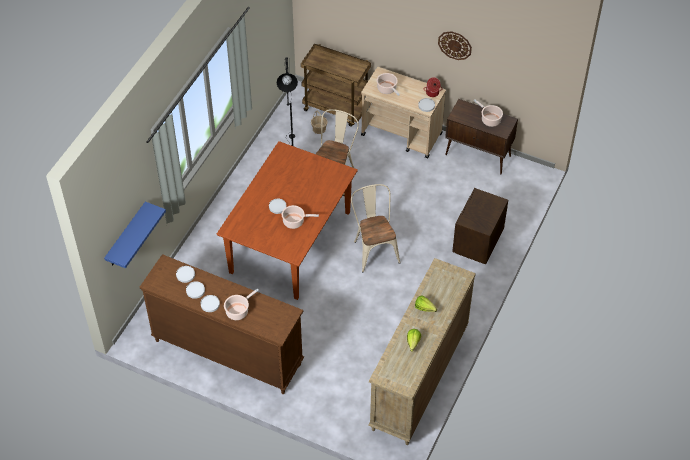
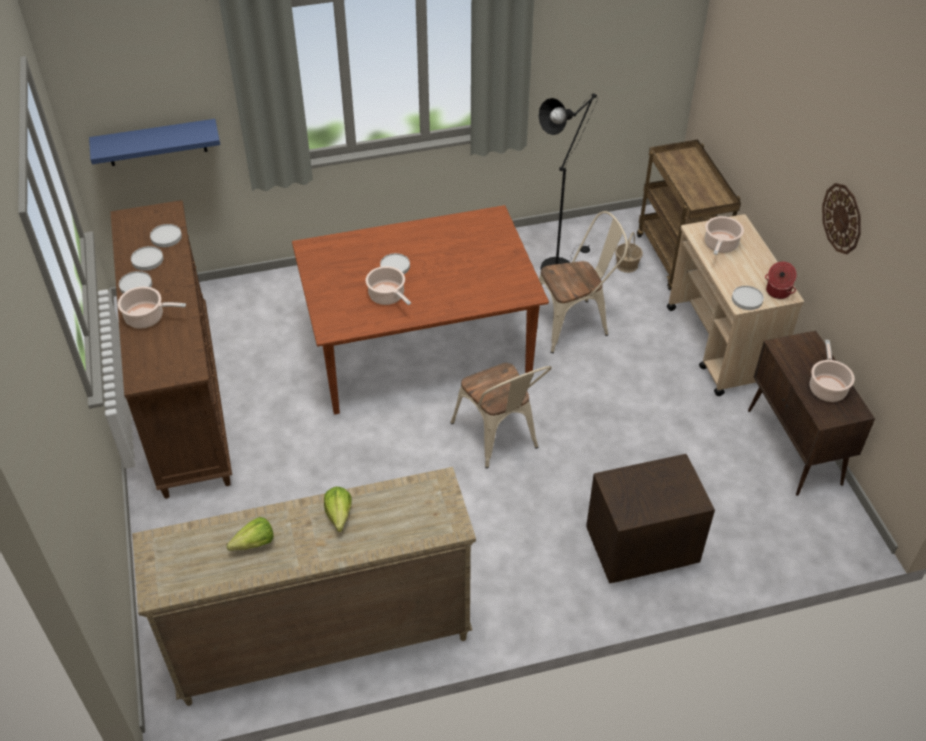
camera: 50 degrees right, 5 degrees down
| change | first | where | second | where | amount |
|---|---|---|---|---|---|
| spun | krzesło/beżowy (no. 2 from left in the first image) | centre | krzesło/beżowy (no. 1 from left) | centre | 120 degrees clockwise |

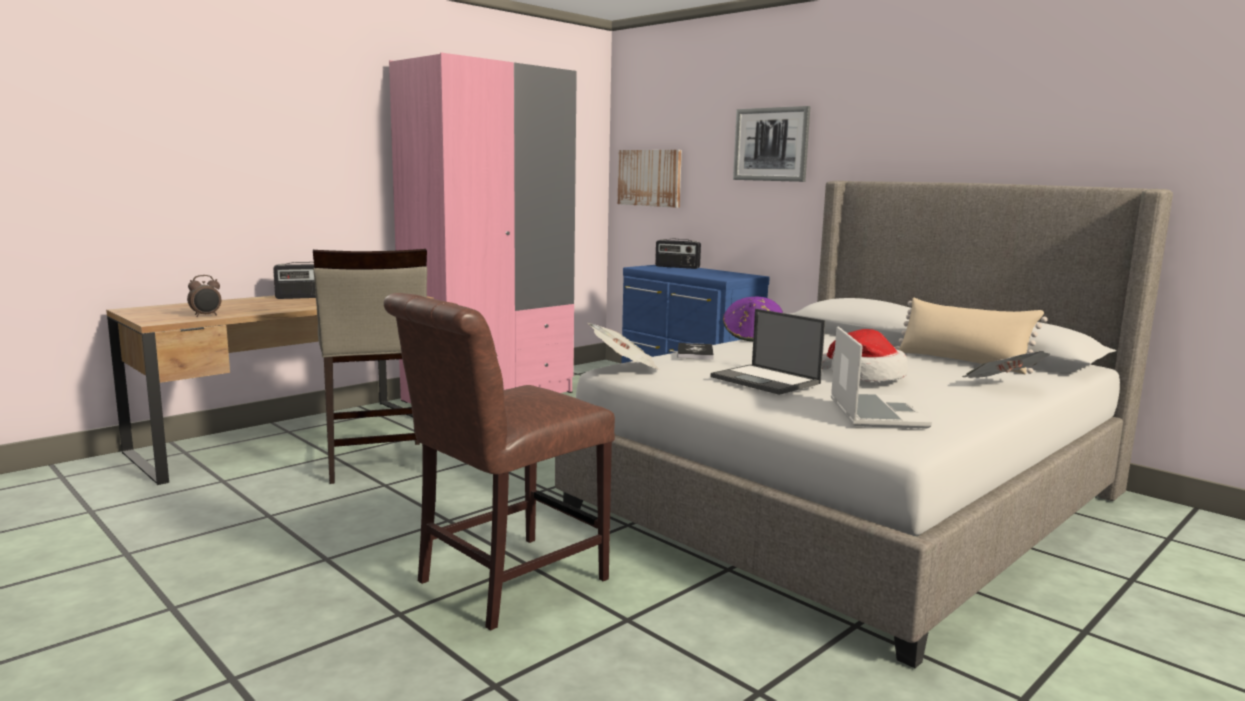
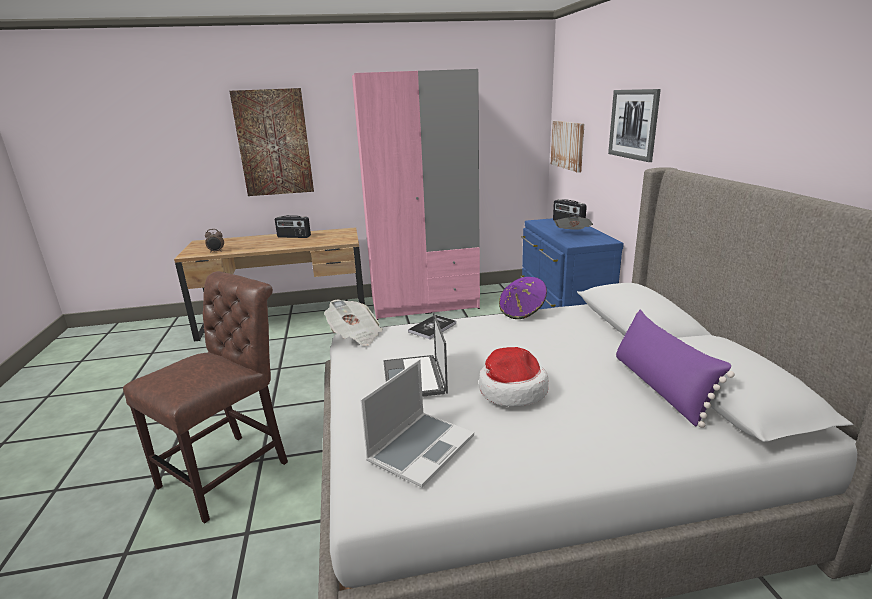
camera: 35 degrees right, 10 degrees up
| change | first | where | second | where | amount |
|---|---|---|---|---|---|
| missing | stołek/beżowy | middle left |  |  |  |
| spun | krzesło/brązowy | centre |  | middle left | 135 degrees clockwise |
| colour | poduszka/beżowy | middle right | poduszka/fioletowy | middle right |  |
| relocated | gazeta (no. 2 from left) | middle right |  | centre |  |
| appeared |  |  | obraz (no. 1 from left) | top left |  |

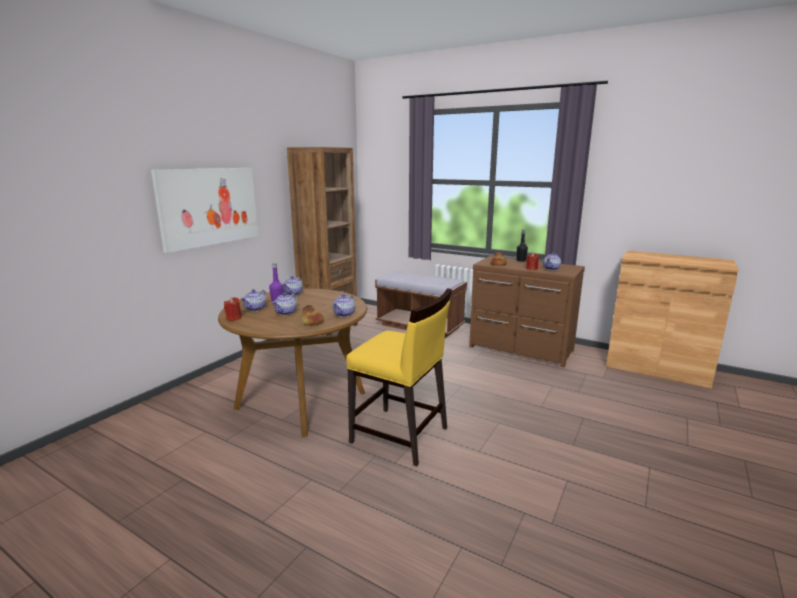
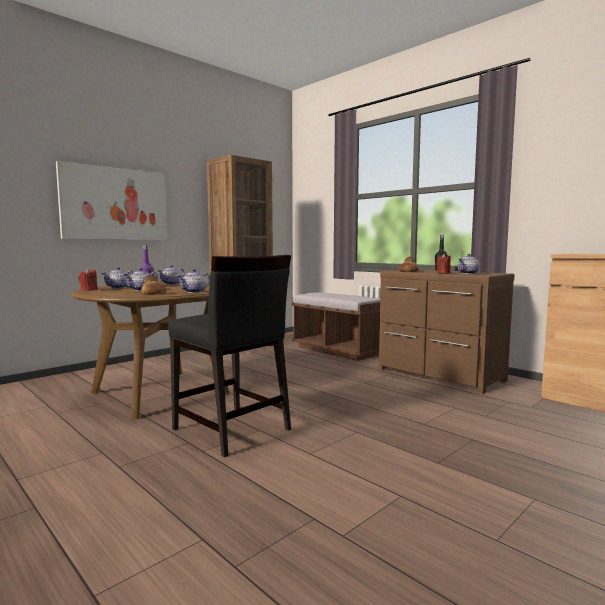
camera: 15 degrees right, 10 degrees down
| change | first | where | second | where | amount |
|---|---|---|---|---|---|
| colour | krzesło/żółty | centre | krzesło/czarny | centre |  |

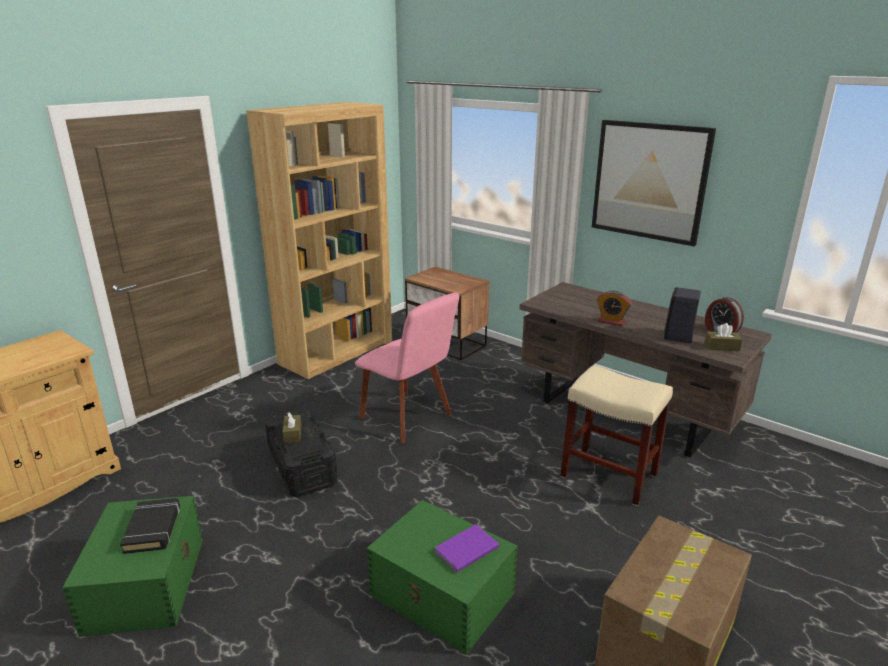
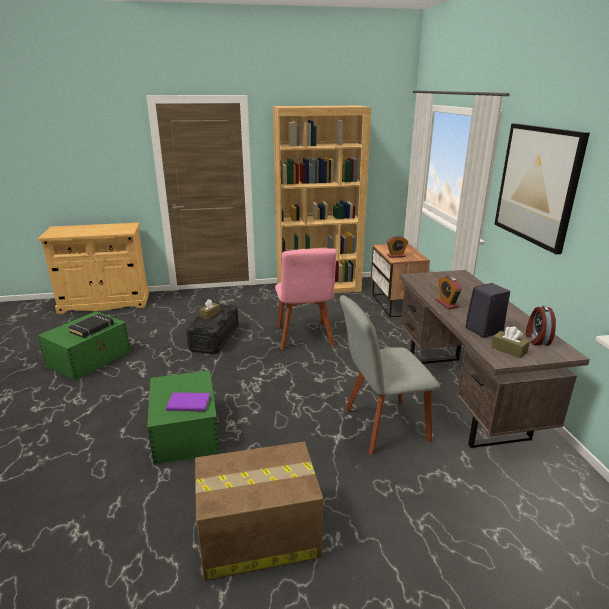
camera: 40 degrees right, 0 degrees up
| change | first | where | second | where | amount |
|---|---|---|---|---|---|
| exchanged | stołek/beżowy | middle right | krzesło/szary | centre |  |
| appeared |  |  | budzik (no. 1 from left) | centre |  |

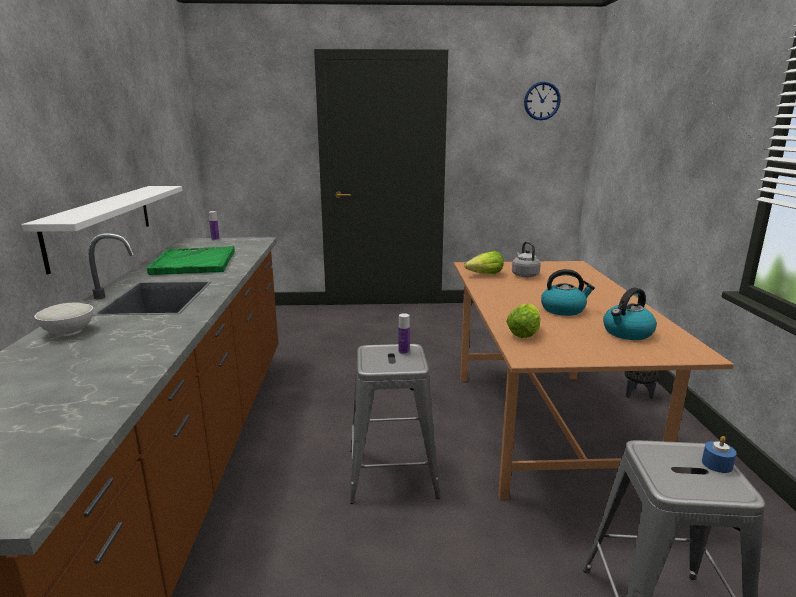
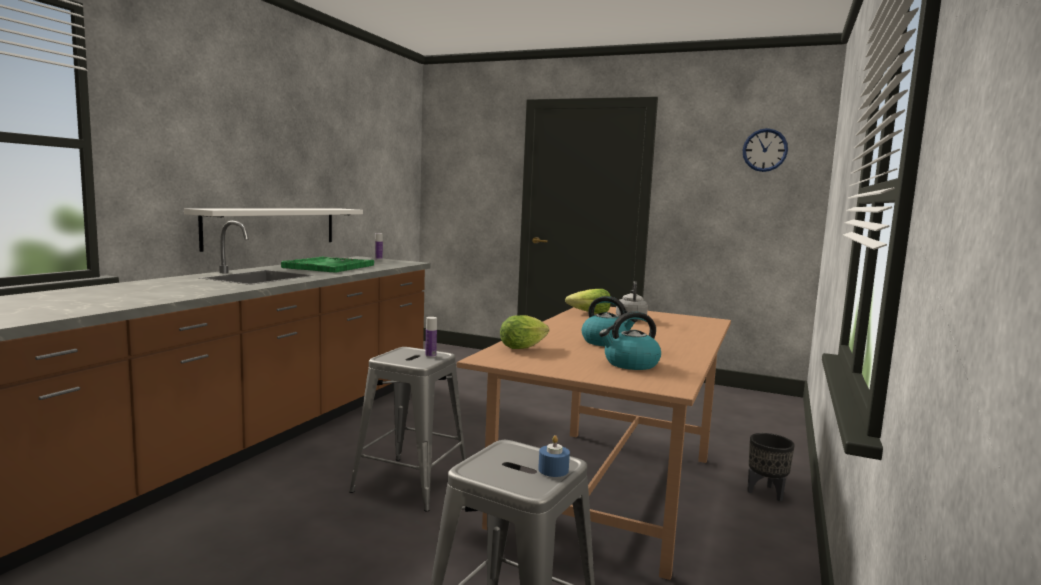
camera: 25 degrees right, 10 degrees down
| change | first | where | second | where | amount |
|---|---|---|---|---|---|
| missing | miska/biały | middle left |  |  |  |

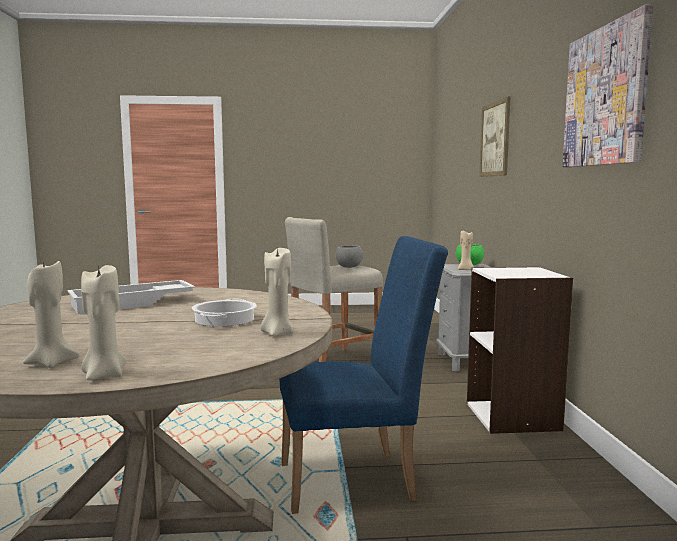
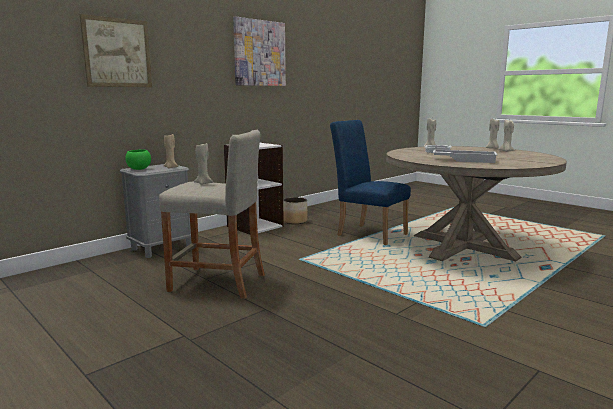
camera: 130 degrees left, 5 degrees up
| change | first | where | second | where | amount |
|---|---|---|---|---|---|
| exchanged | miska/szary | centre | świeca/beżowy (no. 2 from left) | middle left |  |
| appeared |  |  | donica | centre |  |

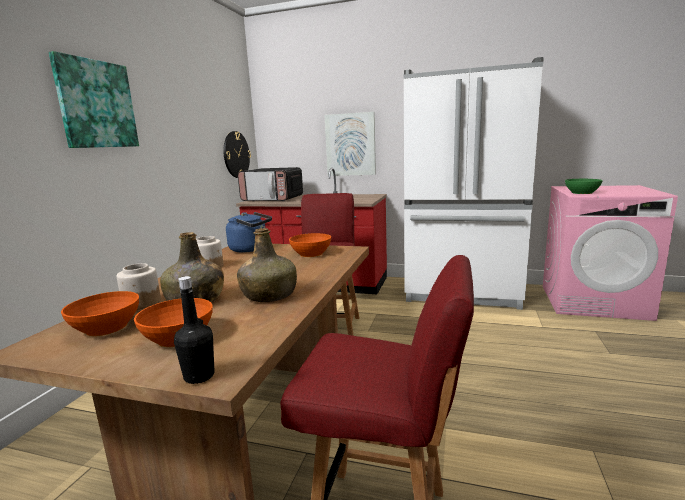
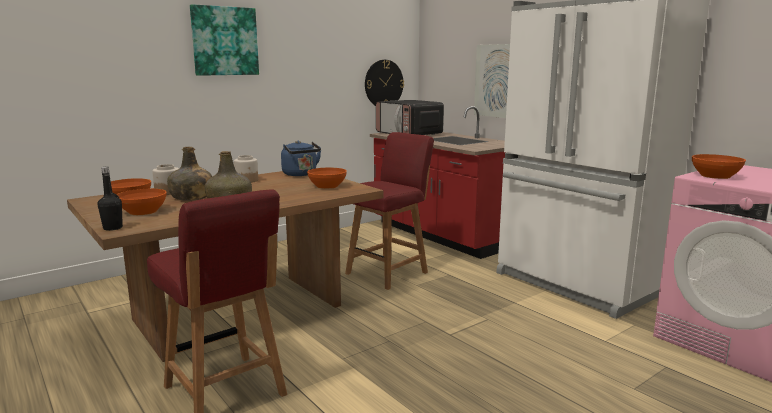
camera: 35 degrees right, 0 degrees up
| change | first | where | second | where | amount |
|---|---|---|---|---|---|
| colour | miska/zielony | middle right | miska/pomarańczowy (no. 4 from left) | middle right |  |

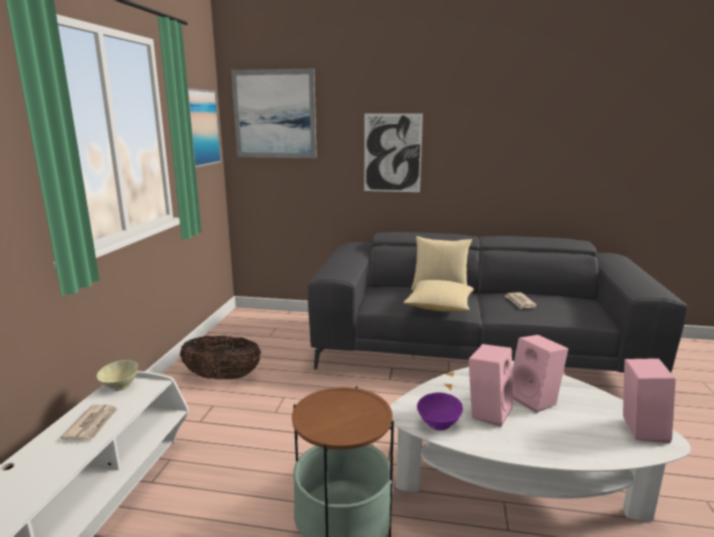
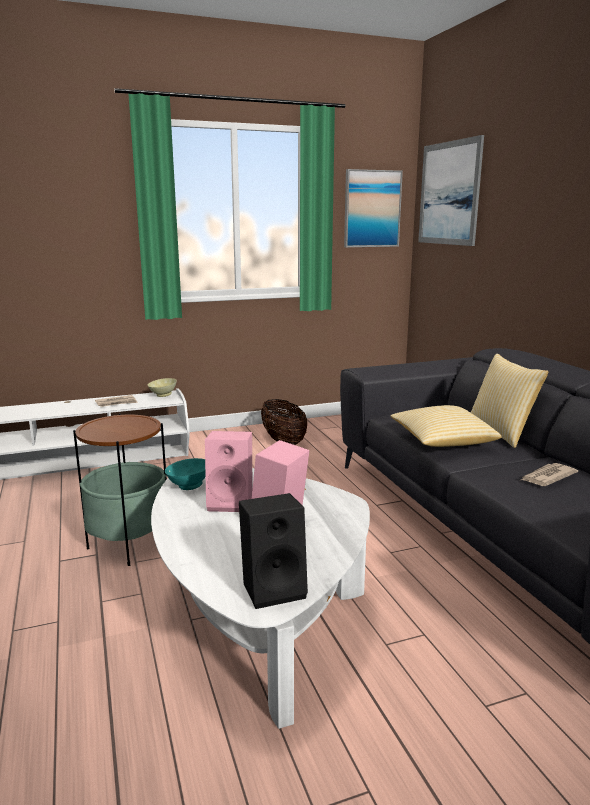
camera: 60 degrees right, 0 degrees up
| change | first | where | second | where | amount |
|---|---|---|---|---|---|
| missing | obraz (no. 3 from left) | top centre |  |  |  |
| colour | miska/fioletowy | bottom centre | miska/turkusowy | middle left |  |
| colour | głośnik/różowy (no. 3 from left) | bottom right | głośnik/czarny | bottom centre |  |

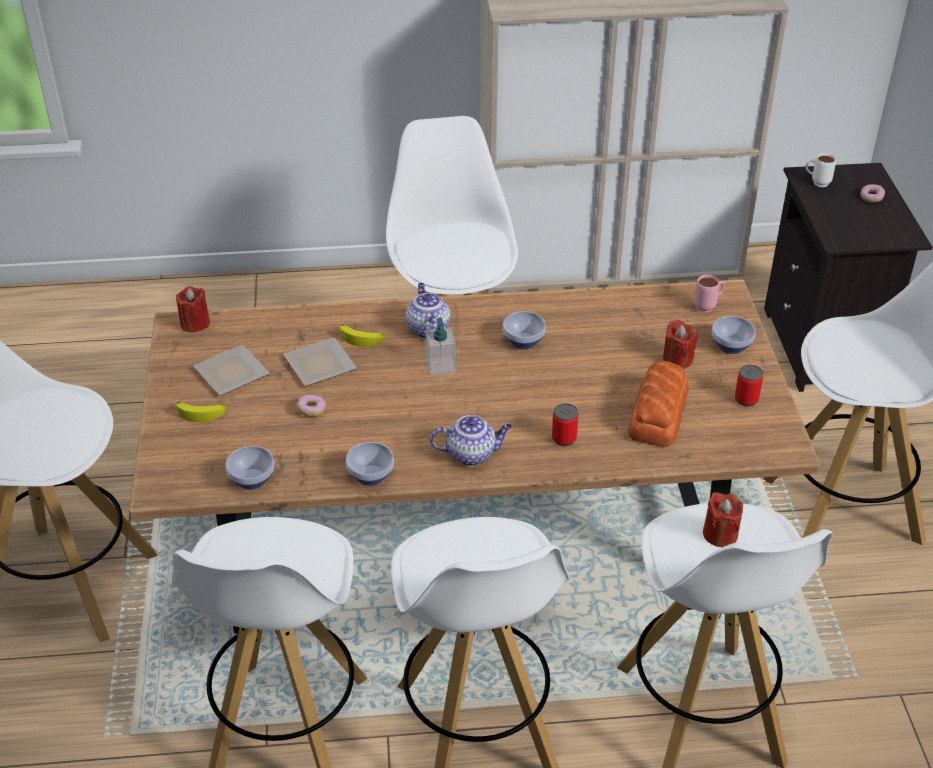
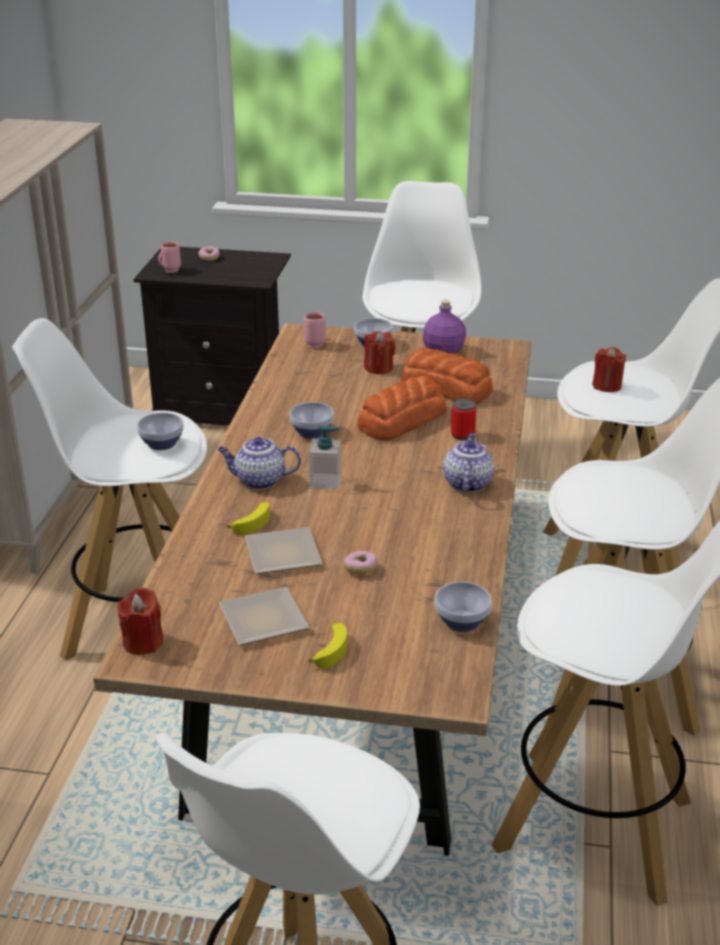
camera: 75 degrees left, 10 degrees down
| change | first | where | second | where | amount |
|---|---|---|---|---|---|
| relocated | miska (no. 2 from left in the first image) | centre | miska (no. 1 from left) | middle left |  |
| exchanged | puszka (no. 2 from left) | middle right | butelka/fioletowy | centre |  |
| colour | kubek/biały | top right | kubek/różowy (no. 1 from left) | top left |  |
| appeared |  |  | chleb (no. 1 from left) | centre |  |

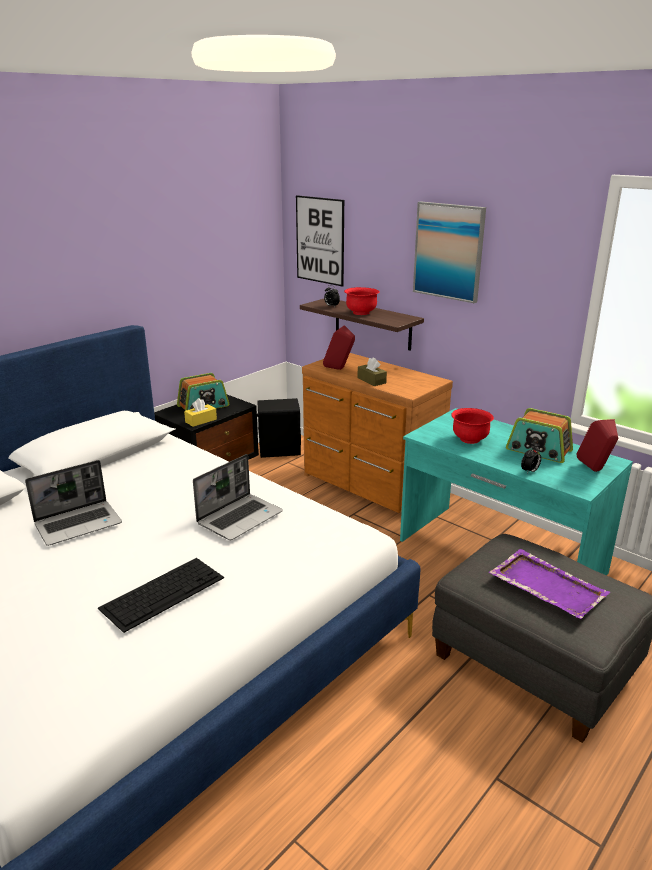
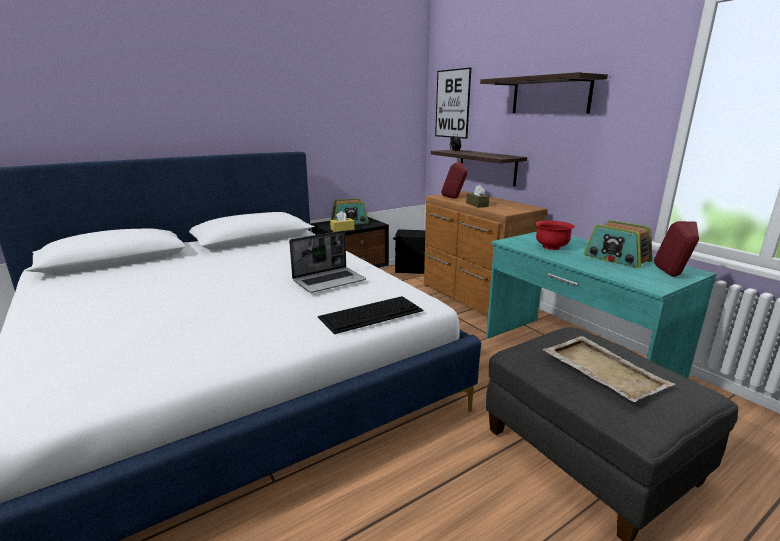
camera: 15 degrees right, 5 degrees down
| change | first | where | second | where | amount |
|---|---|---|---|---|---|
| missing | laptop (no. 1 from left) | middle left |  |  |  |
| relocated | klawiatura | bottom left |  | centre |  |
| missing | miska/czerwony (no. 1 from left) | centre |  |  |  |
| exchanged | obraz (no. 2 from left) | top right | półka (no. 2 from left) | top right |  |
| colour | taca/fioletowy | bottom right | taca/beżowy | bottom right |  |
| missing | budzik (no. 2 from left) | middle right |  |  |  |

